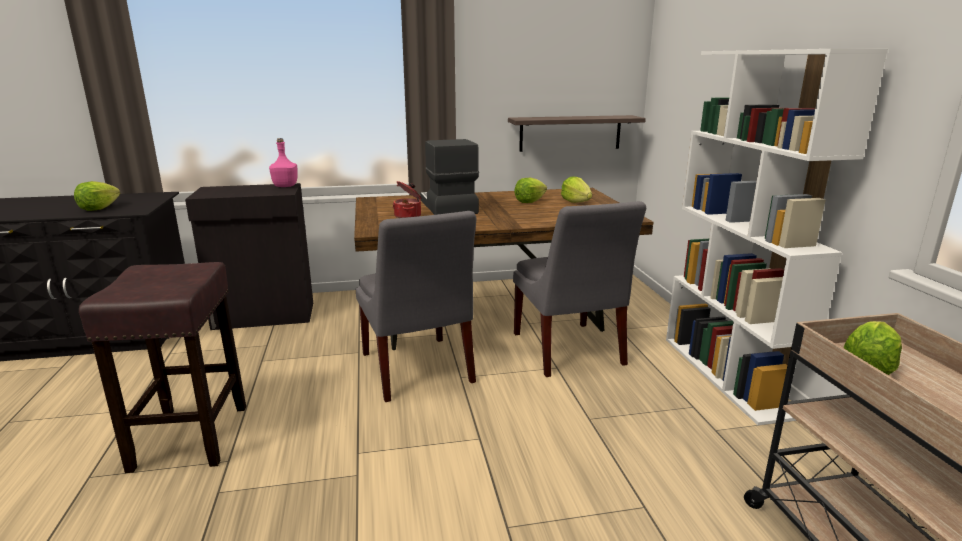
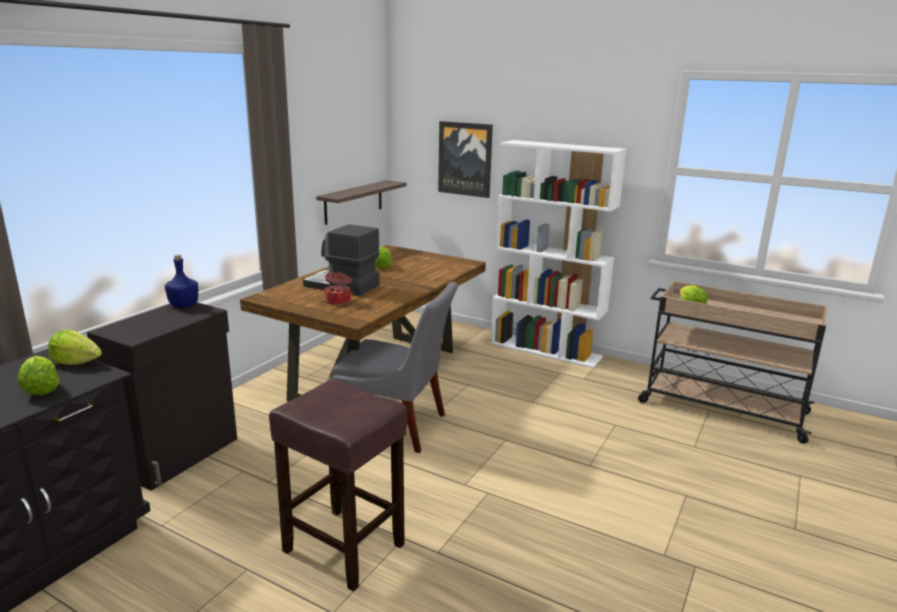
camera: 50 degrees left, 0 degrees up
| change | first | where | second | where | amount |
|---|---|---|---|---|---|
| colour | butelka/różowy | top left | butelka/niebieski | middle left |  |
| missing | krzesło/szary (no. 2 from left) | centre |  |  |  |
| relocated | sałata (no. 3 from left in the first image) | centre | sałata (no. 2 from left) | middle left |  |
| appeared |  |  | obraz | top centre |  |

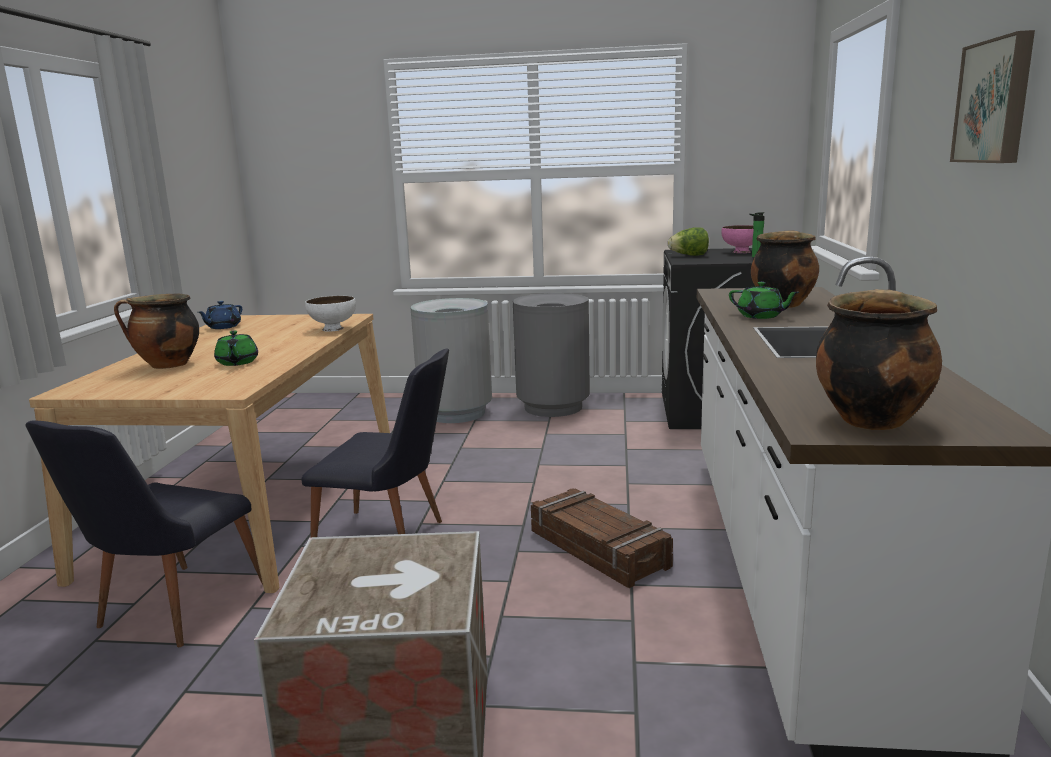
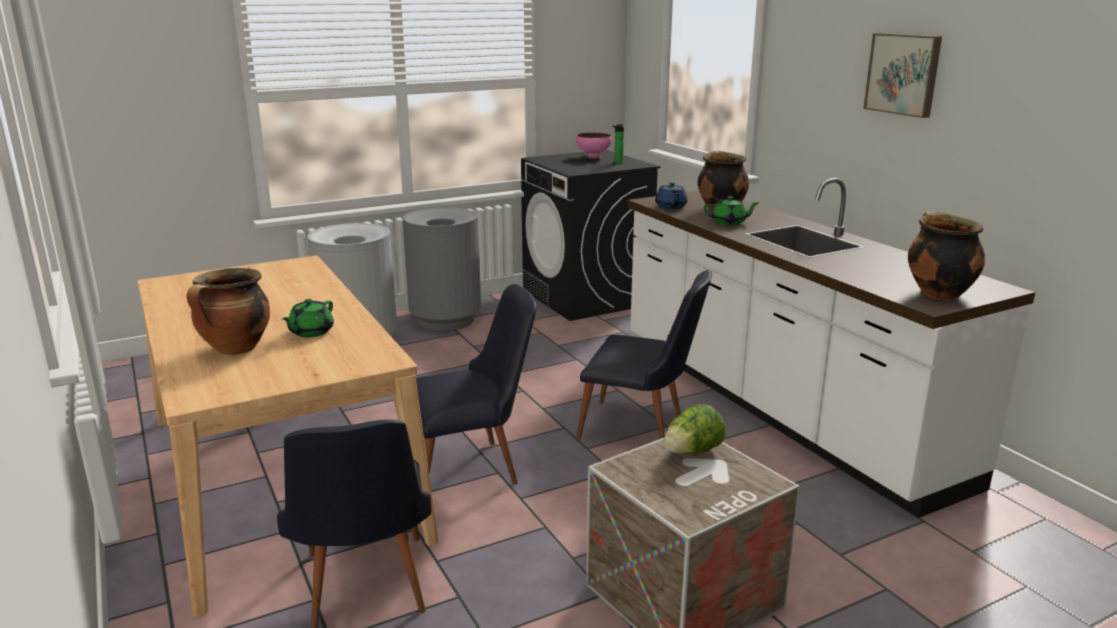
camera: 35 degrees left, 5 degrees up
| change | first | where | second | where | amount |
|---|---|---|---|---|---|
| relocated | imbryk/niebieski | middle left |  | top centre |  |
| spun | imbryk/zielony (no. 1 from left) | middle left |  | middle left | 75 degrees clockwise |
| missing | miska/biały | middle left |  |  |  |
| exchanged | skrzynka (no. 2 from left) | bottom centre | krzesło/czarny (no. 3 from left) | centre |  |
| relocated | sałata | top centre |  | bottom centre |  |

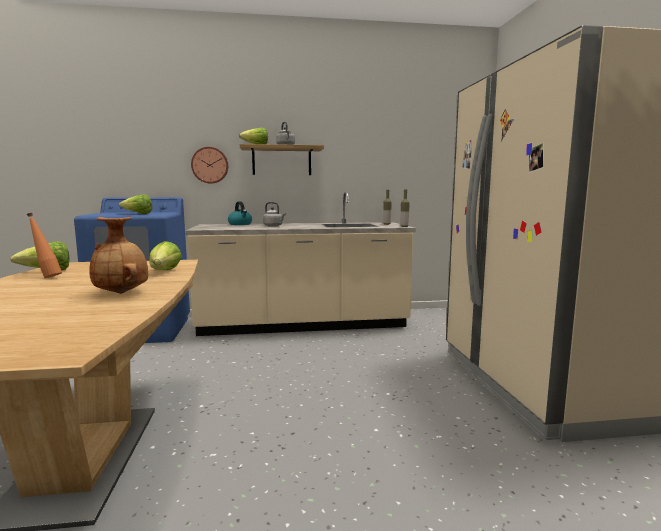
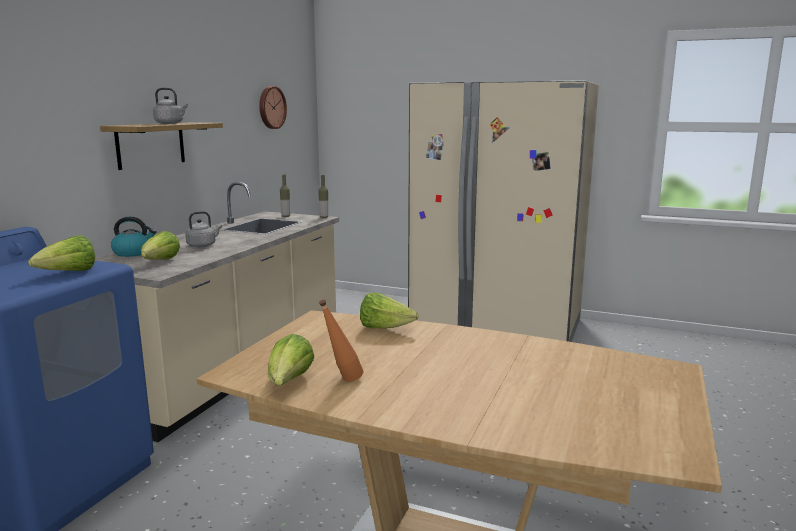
camera: 60 degrees left, 5 degrees up
| change | first | where | second | where | amount |
|---|---|---|---|---|---|
| missing | wazon/brązowy | middle left |  |  |  |
| relocated | zegar ścienny | top left |  | top centre |  |
| relocated | sałata (no. 4 from left in the first image) | top centre | sałata (no. 2 from left) | middle left |  |

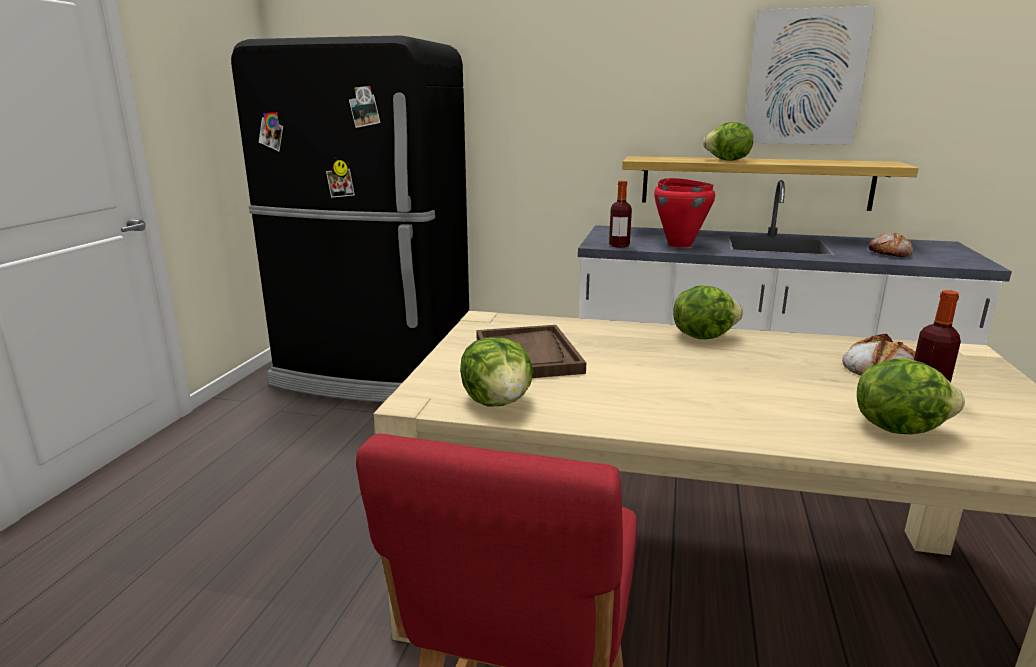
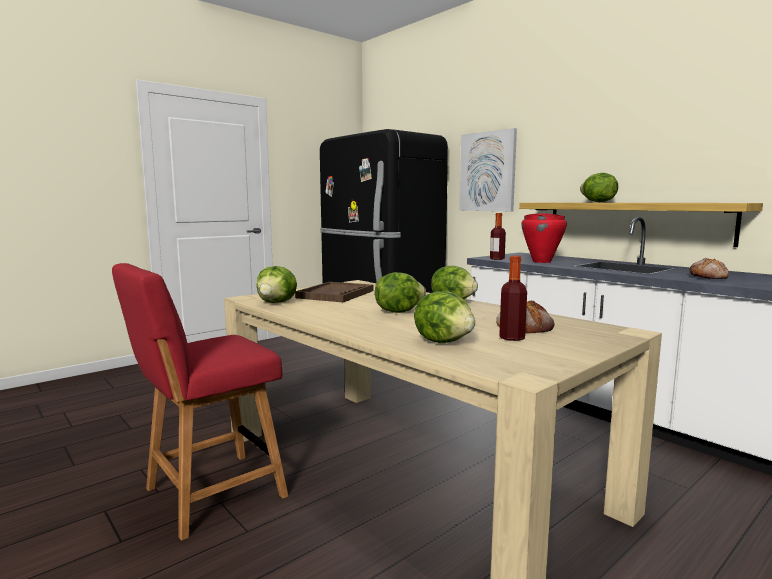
camera: 35 degrees right, 10 degrees down
| change | first | where | second | where | amount |
|---|---|---|---|---|---|
| relocated | obraz | top right |  | top centre |  |
| appeared |  |  | sałata (no. 2 from left) | centre |  |

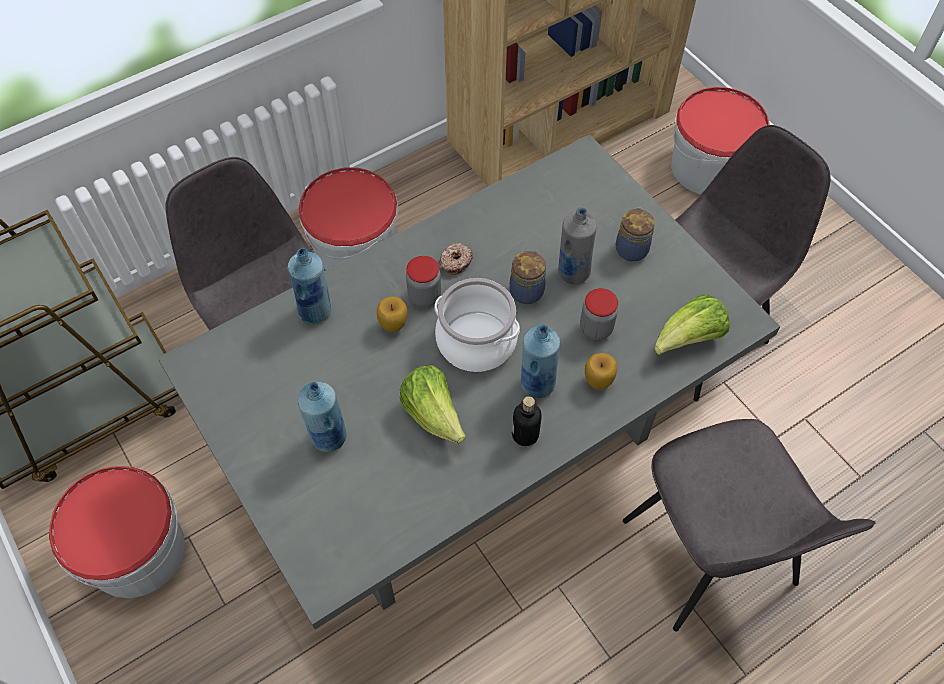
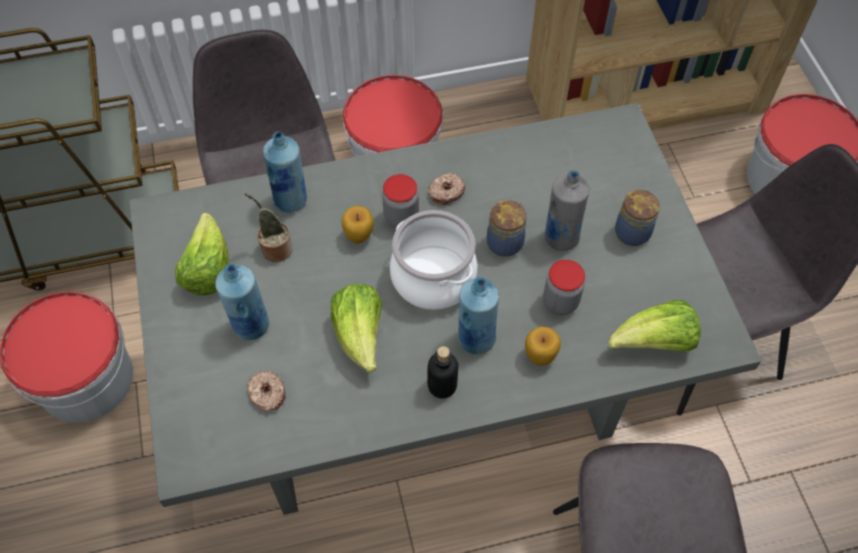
camera: 20 degrees right, 0 degrees up
| change | first | where | second | where | amount |
|---|---|---|---|---|---|
| appeared |  |  | sałata (no. 1 from left) | middle left |  |
| appeared |  |  | roślina doniczkowa | middle left |  |
| appeared |  |  | donut (no. 1 from left) | bottom left |  |

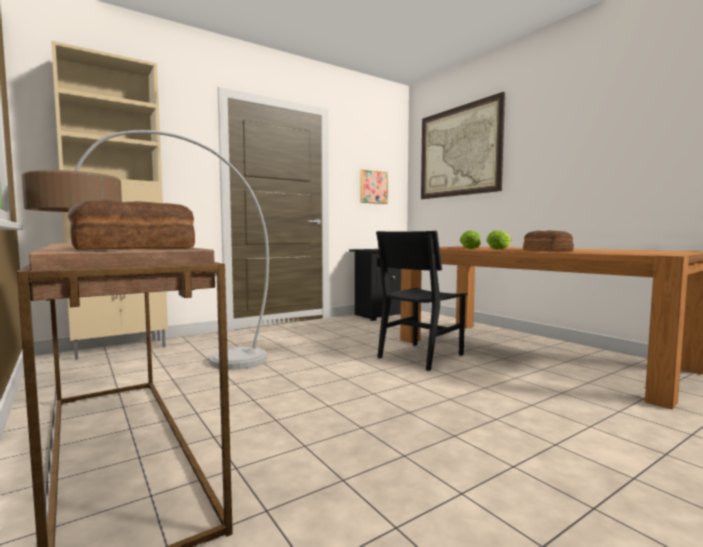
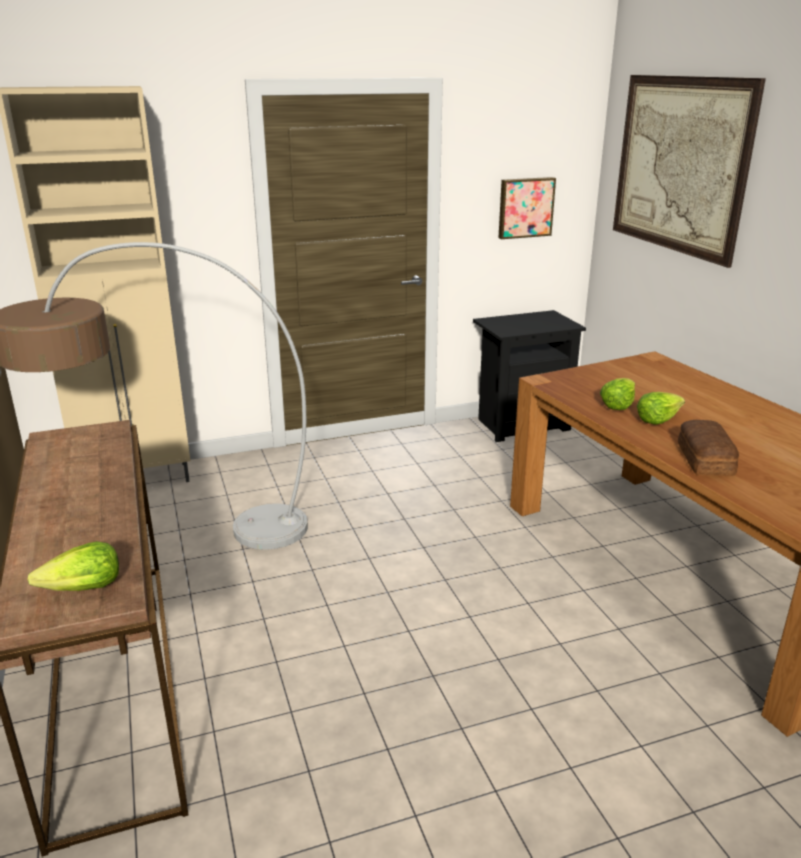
camera: 15 degrees right, 20 degrees up
| change | first | where | second | where | amount |
|---|---|---|---|---|---|
| exchanged | chleb (no. 1 from left) | middle left | sałata (no. 1 from left) | middle left |  |
| missing | krzesło/czarny | centre |  |  |  |

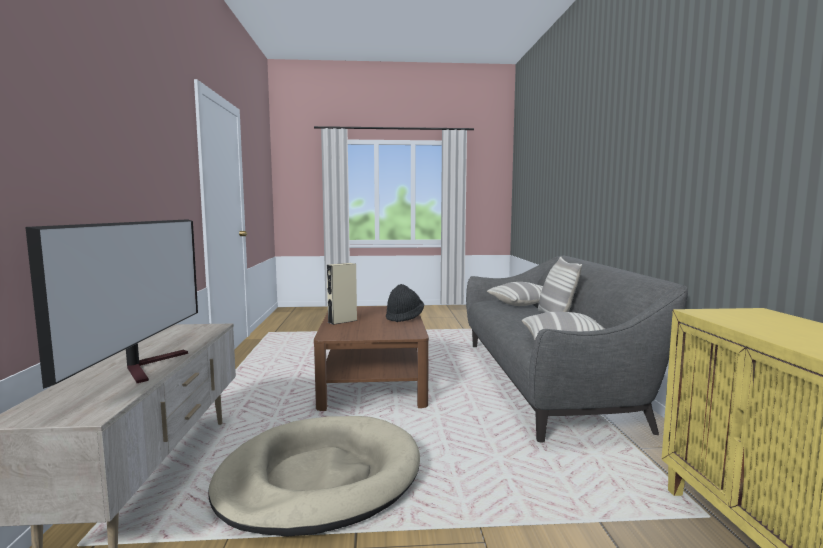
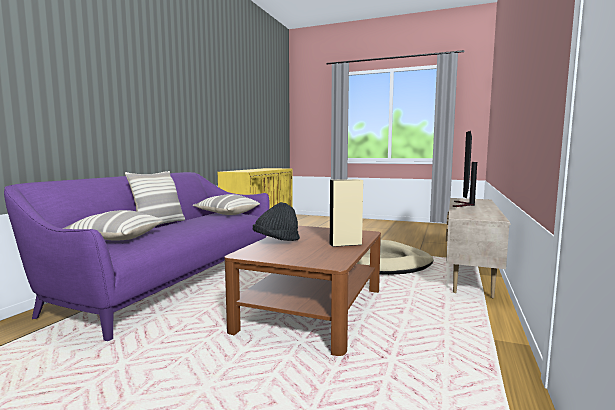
camera: 155 degrees left, 0 degrees up
| change | first | where | second | where | amount |
|---|---|---|---|---|---|
| colour | kanapa/szary | middle right | kanapa/fioletowy | middle left |  |

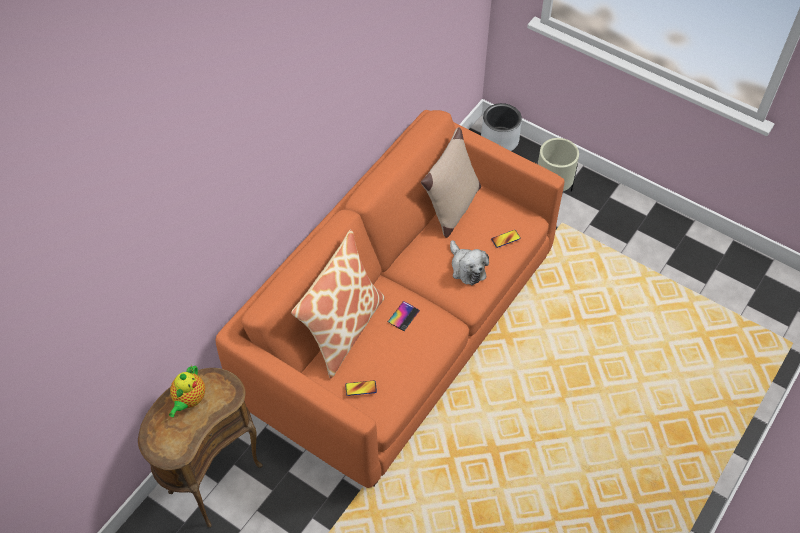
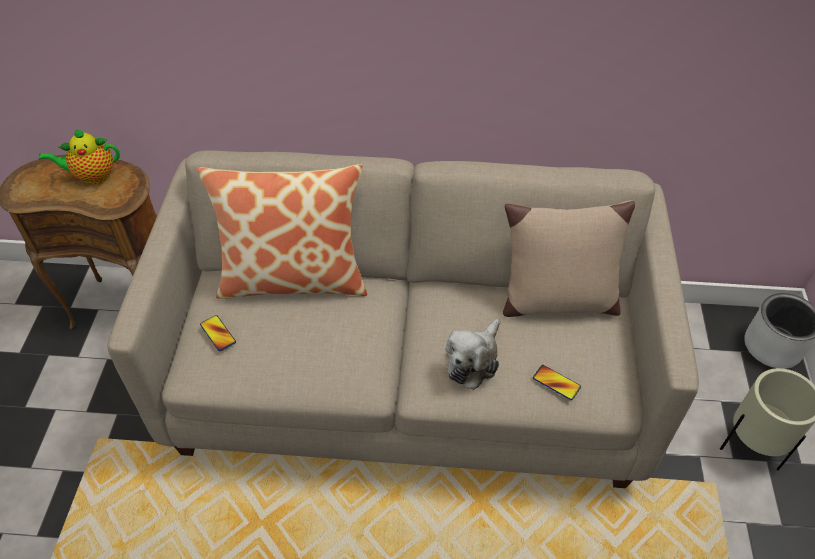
camera: 60 degrees right, 5 degrees down
| change | first | where | second | where | amount |
|---|---|---|---|---|---|
| colour | kanapa/pomarańczowy | centre | kanapa/beżowy | centre |  |
| missing | telefon (no. 2 from left) | centre |  |  |  |

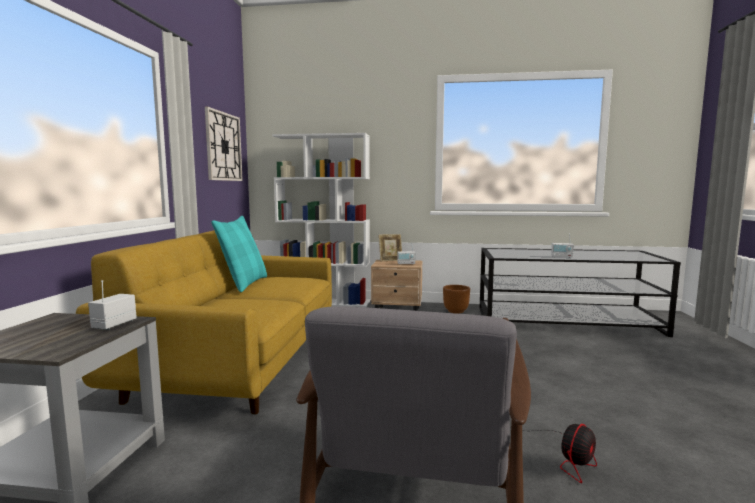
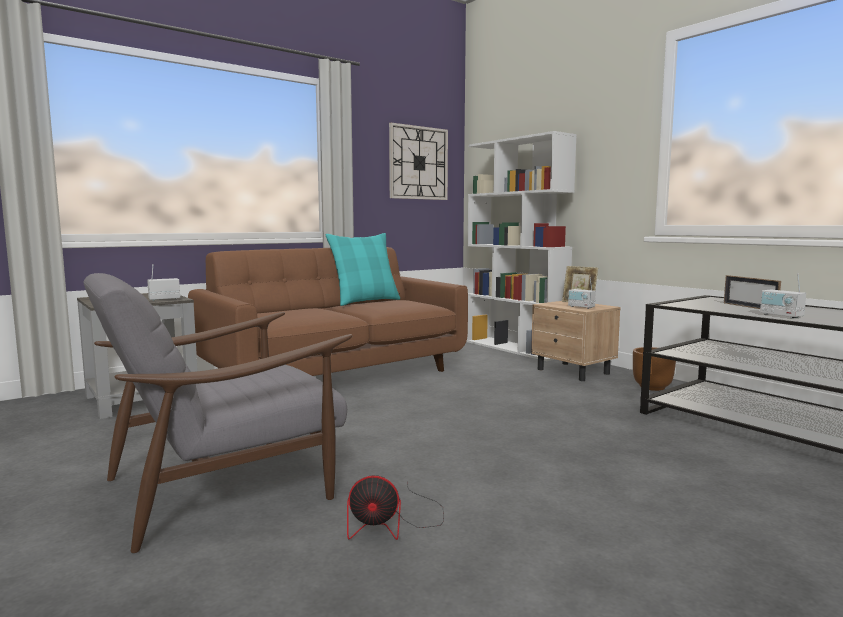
camera: 45 degrees right, 0 degrees up
| change | first | where | second | where | amount |
|---|---|---|---|---|---|
| colour | kanapa/żółty | middle left | kanapa/brązowy | centre |  |
| appeared |  |  | ramka na zdjęcie (no. 2 from left) | middle right |  |

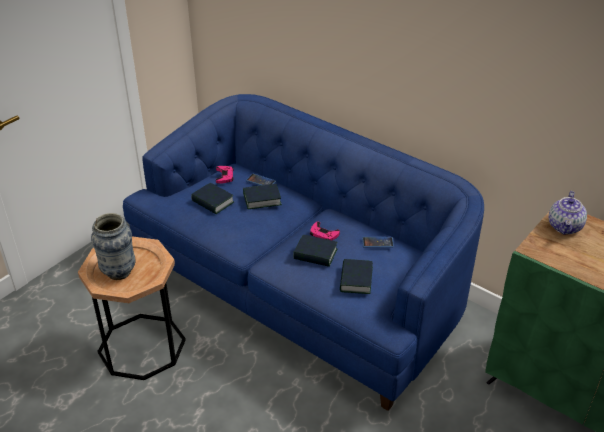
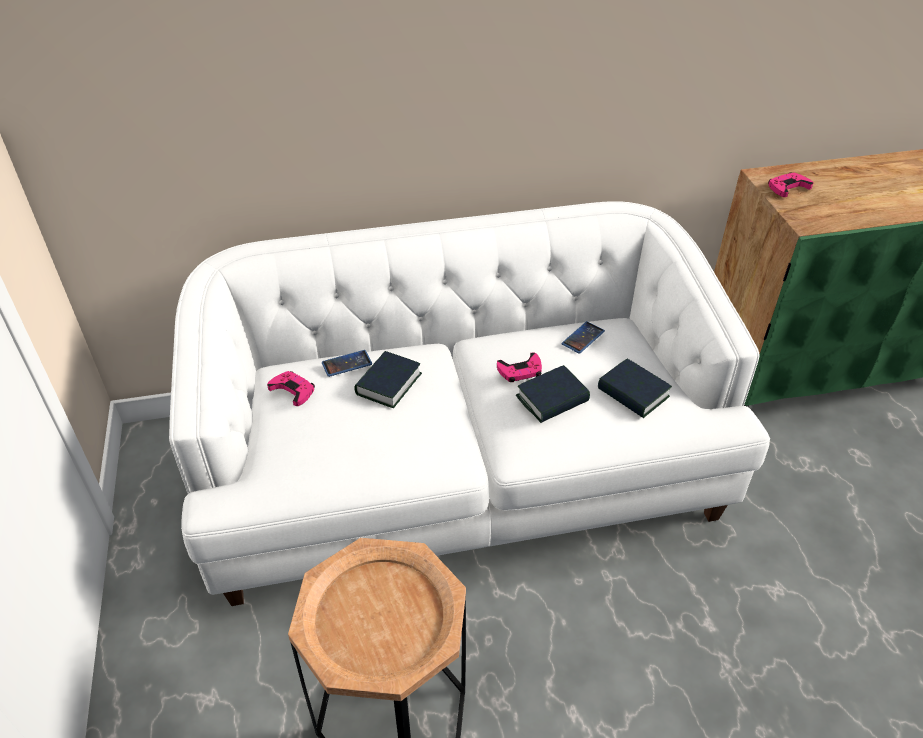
camera: 50 degrees left, 5 degrees up
| change | first | where | second | where | amount |
|---|---|---|---|---|---|
| missing | wazon | middle left |  |  |  |
| colour | kanapa/niebieski | centre | kanapa/biały | centre |  |
| missing | książka (no. 1 from left) | centre |  |  |  |
| exchanged | imbryk | middle right | pad do gier/różowy (no. 3 from left) | top right |  |

